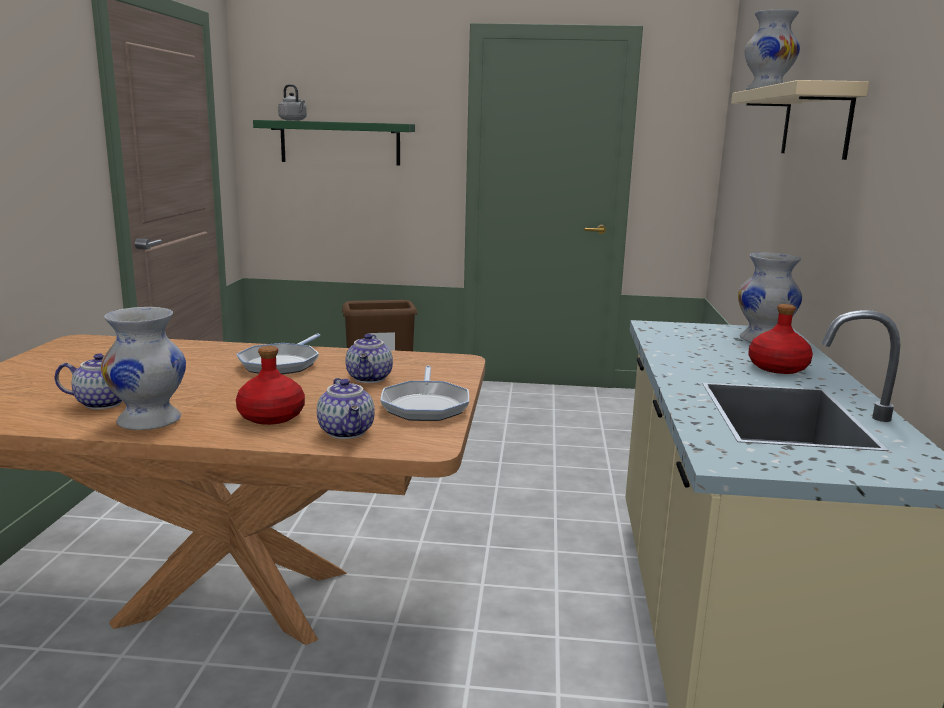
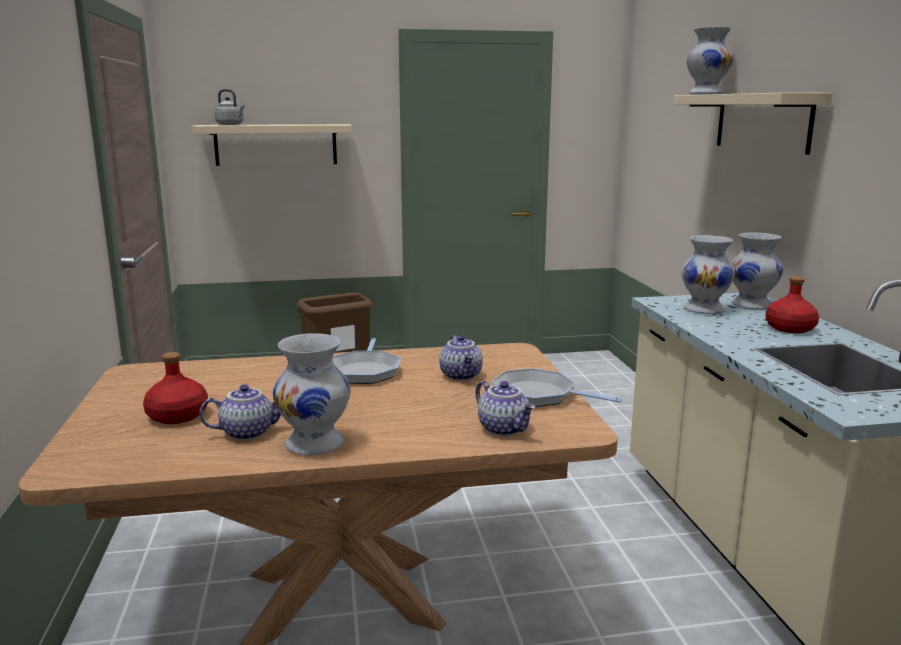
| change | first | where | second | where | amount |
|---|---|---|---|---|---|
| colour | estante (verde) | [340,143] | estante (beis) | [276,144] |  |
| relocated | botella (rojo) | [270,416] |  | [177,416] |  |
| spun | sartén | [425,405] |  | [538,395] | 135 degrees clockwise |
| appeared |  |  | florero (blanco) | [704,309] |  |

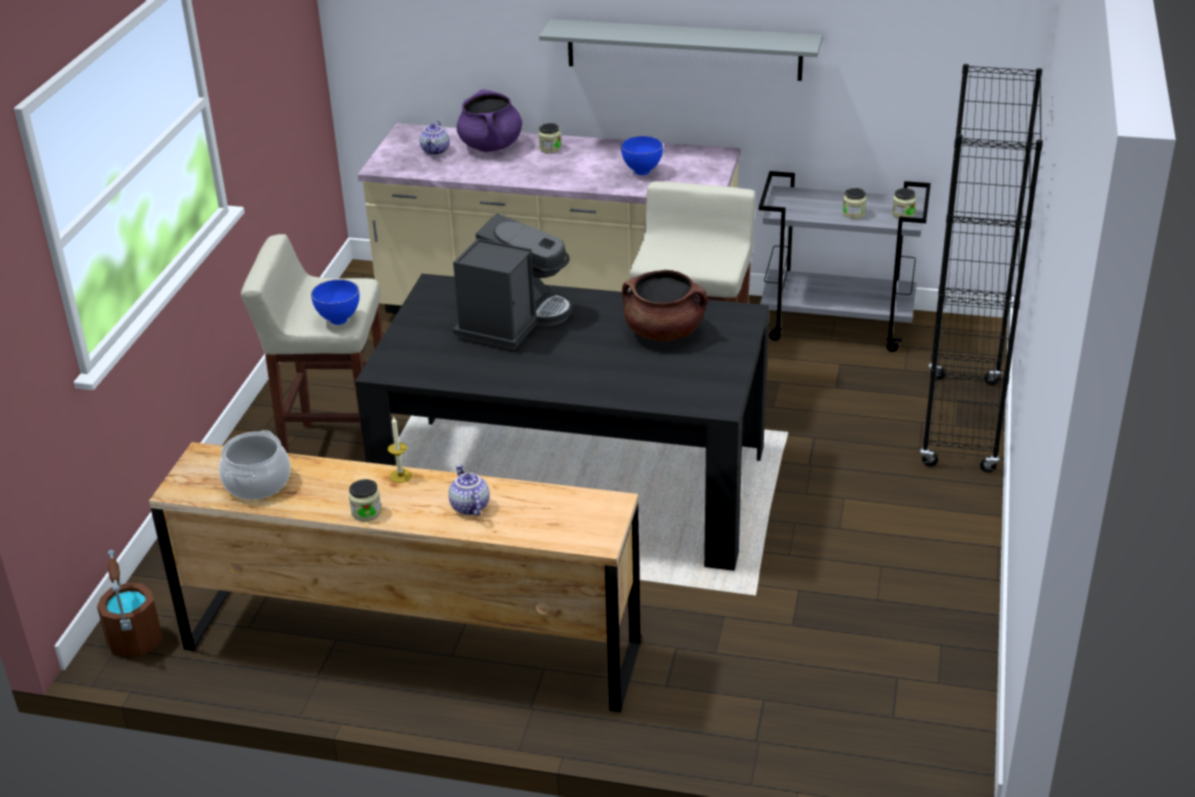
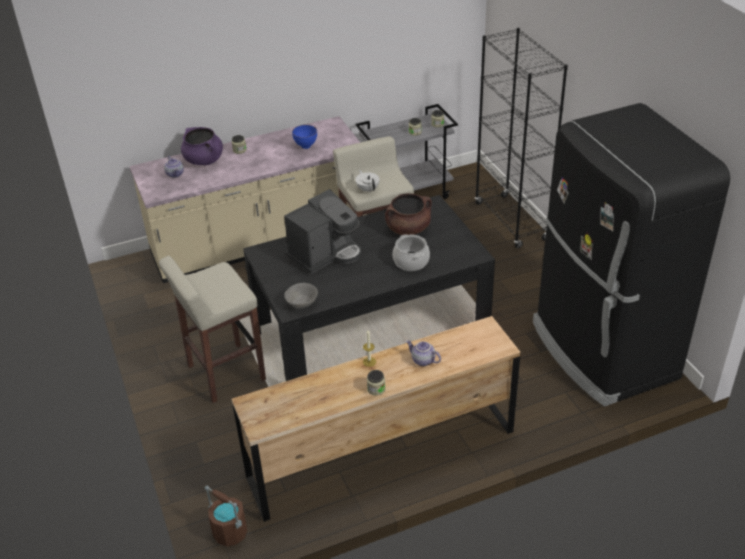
| change | first | where | second | where | amount |
|---|---|---|---|---|---|
| missing | estante (gris) | [684,49] |  |  |  |
| spun | cafetera | [512,320] |  | [325,254] | 60 degrees clockwise |
| missing | cuenco (azul) | [339,321] |  |  |  |
| relocated | olla | [258,483] |  | [411,262] |  |
| appeared |  |  | nevera (negro) | [602,351] |  |
| appeared |  |  | tetera (blanco) | [368,189] |  |
| appeared |  |  | cuenco (gris) | [302,303] |  |

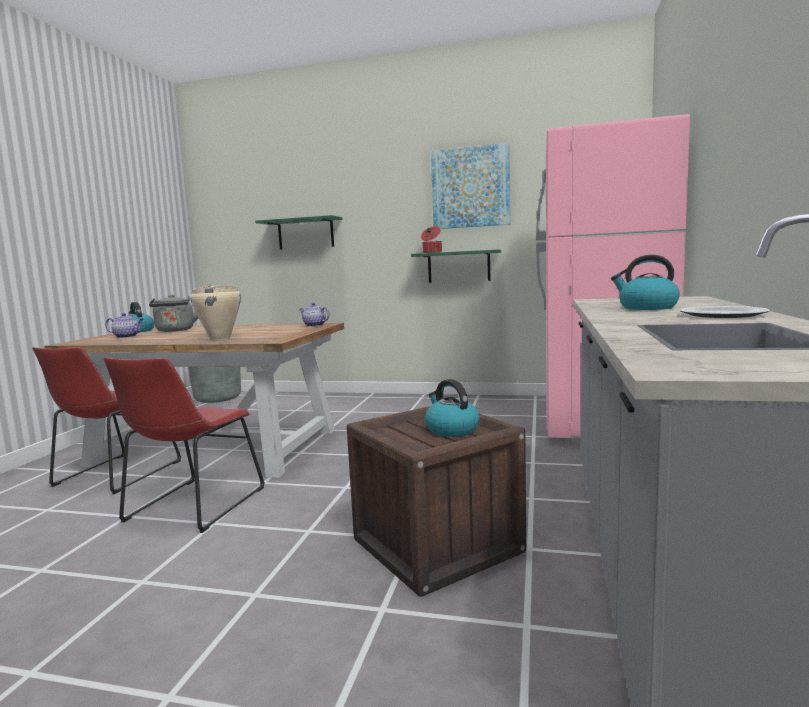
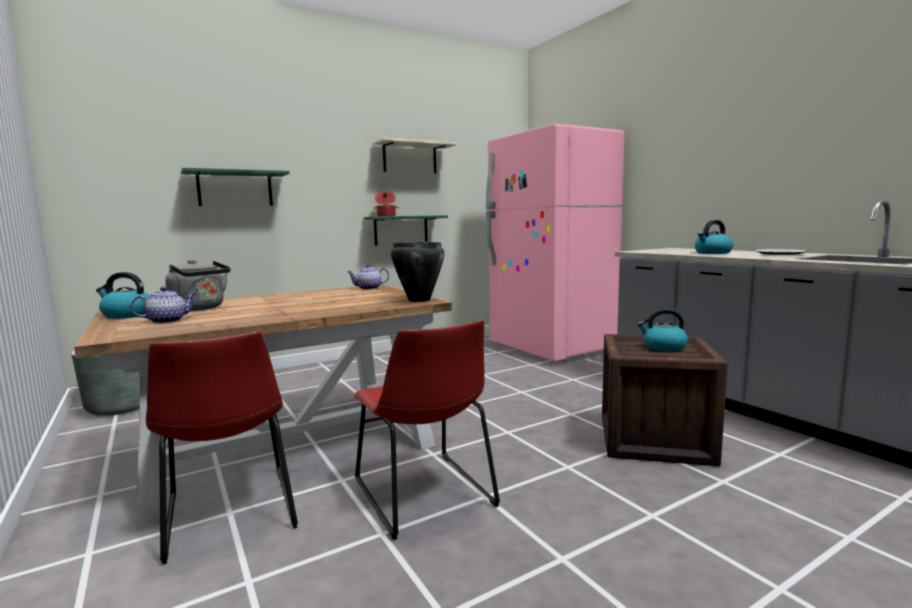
| change | first | where | second | where | amount |
|---|---|---|---|---|---|
| exchanged | cuadro | [470,187] | estante (beis) | [410,158] |  |
| missing | olla (beis) | [220,338] |  |  |  |
| appeared |  |  | olla (negro) | [418,300] |  |

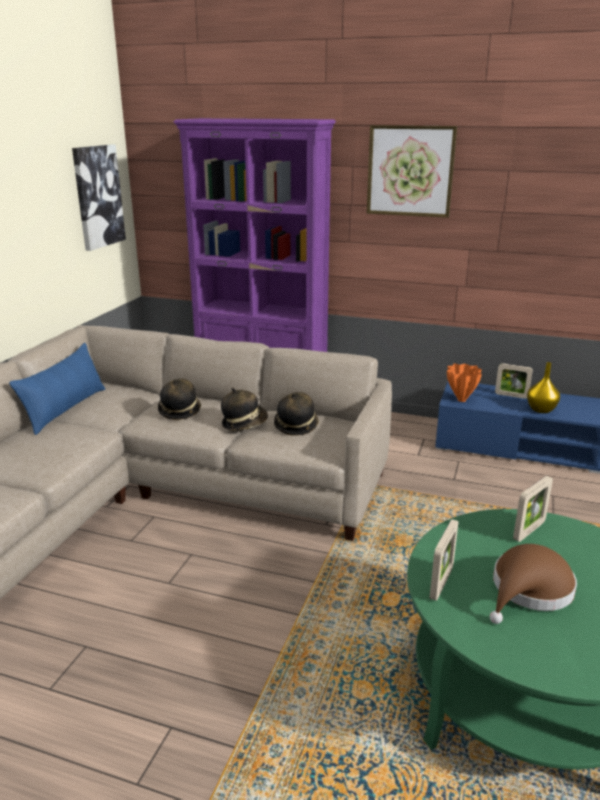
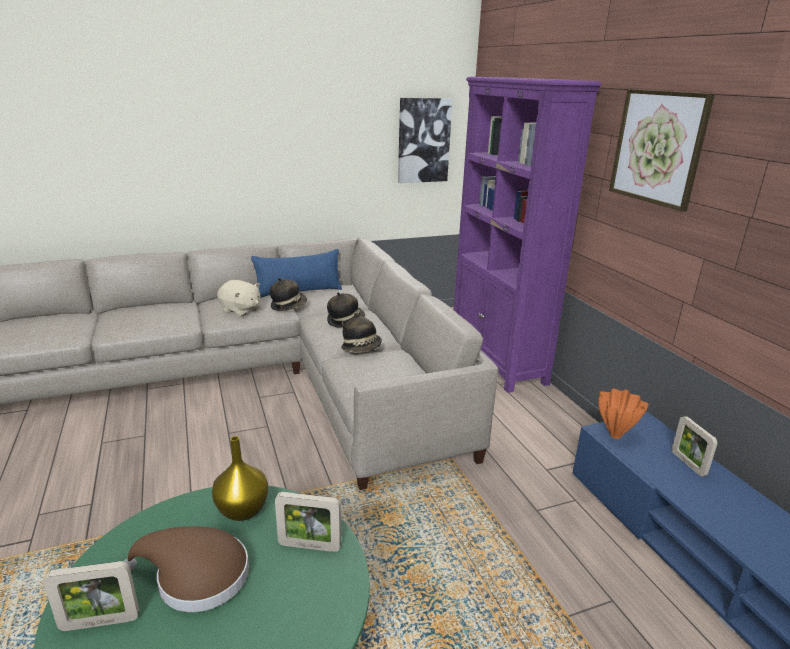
| change | first | where | second | where | amount |
|---|---|---|---|---|---|
| relocated | florero (amarillo) | [541,409] |  | [243,511] |  |
| relocated | sombrero | [296,426] |  | [288,306] |  |
| relocated | portarretratos | [441,583] |  | [100,622] |  |
| appeared |  |  | peluche (beis) | [240,310] |  |

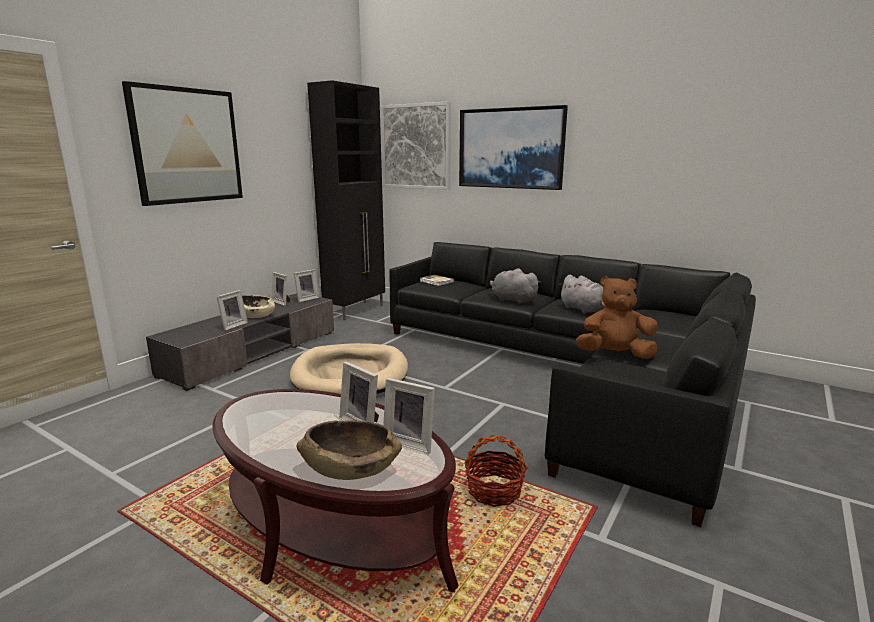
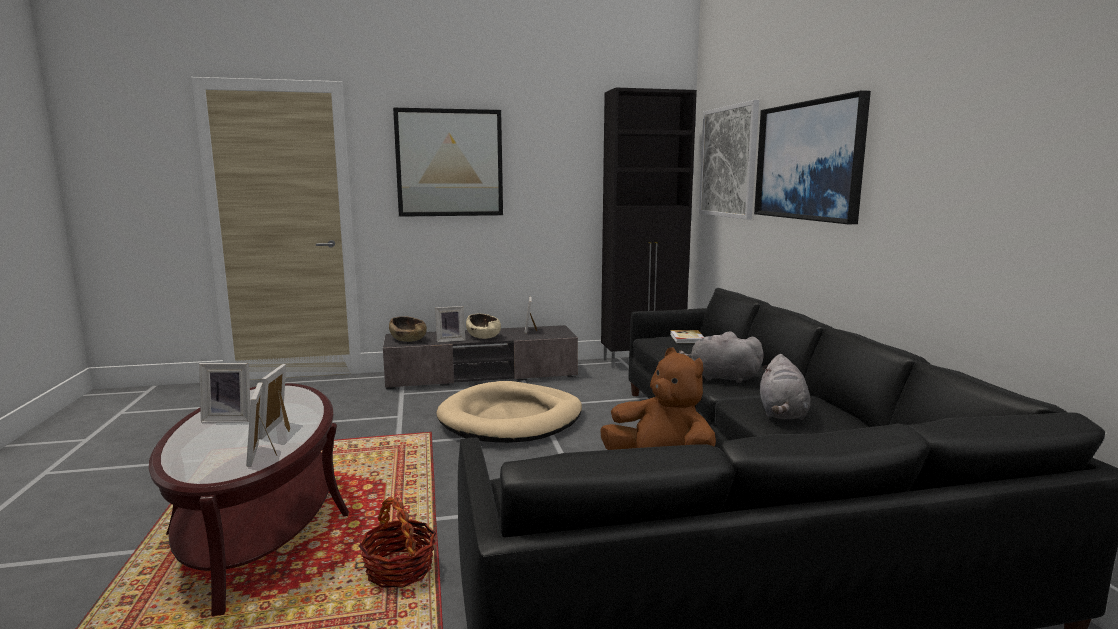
| change | first | where | second | where | amount |
|---|---|---|---|---|---|
| spun | peluche (gris) | [512,300] |  | [720,378] | 60 degrees counterclockwise |
| relocated | portarretratos | [306,299] |  | [230,419] |  |
| relocated | cuenco (marrón) | [351,468] |  | [408,339] |  |

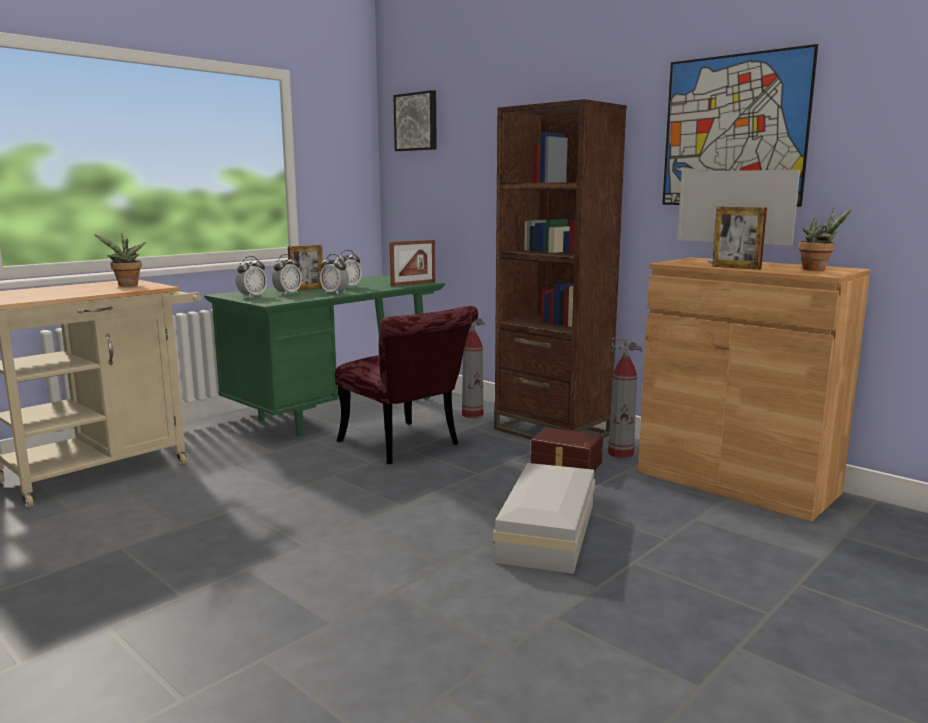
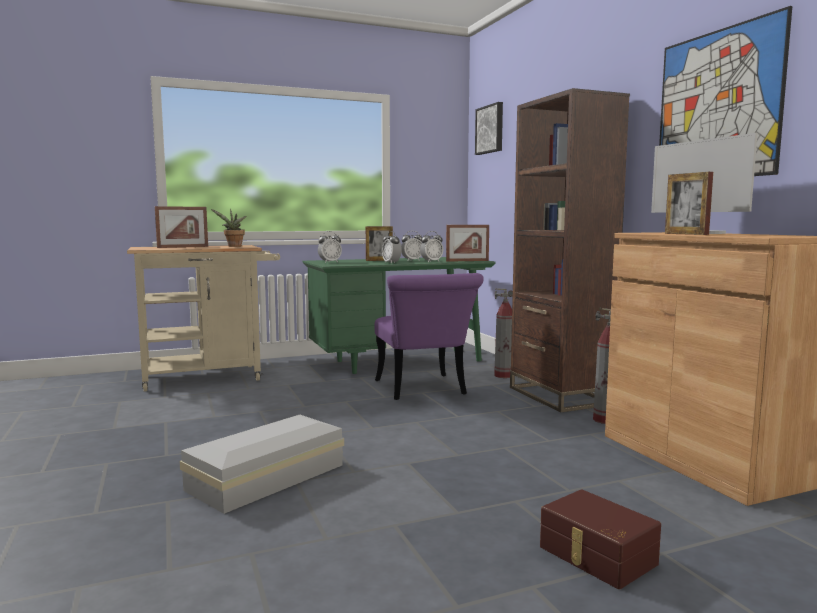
| change | first | where | second | where | amount |
|---|---|---|---|---|---|
| missing | planta en maceta | [817,270] |  |  |  |
| relocated | despertador | [287,293] |  | [431,261] |  |
| colour | silla (rojo) | [406,446] | silla (morado) | [423,390] |  |
| relocated | caja de almacenaje (marrón) | [565,465] |  | [596,556] |  |
| relocated | caja de almacenaje (blanco) | [550,531] |  | [270,477] |  |
| appeared |  |  | portarretratos | [183,247] |  |

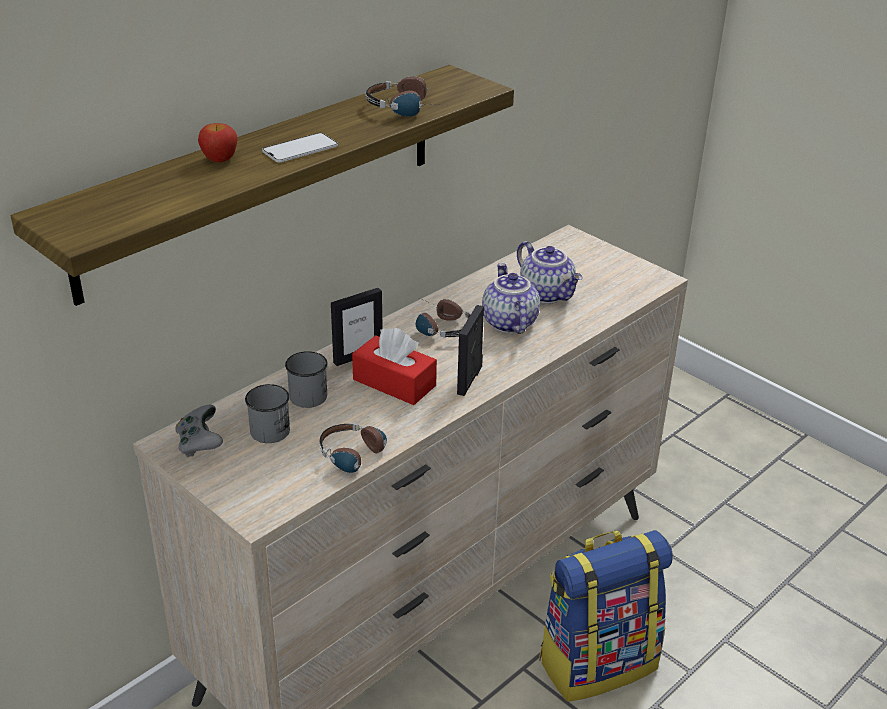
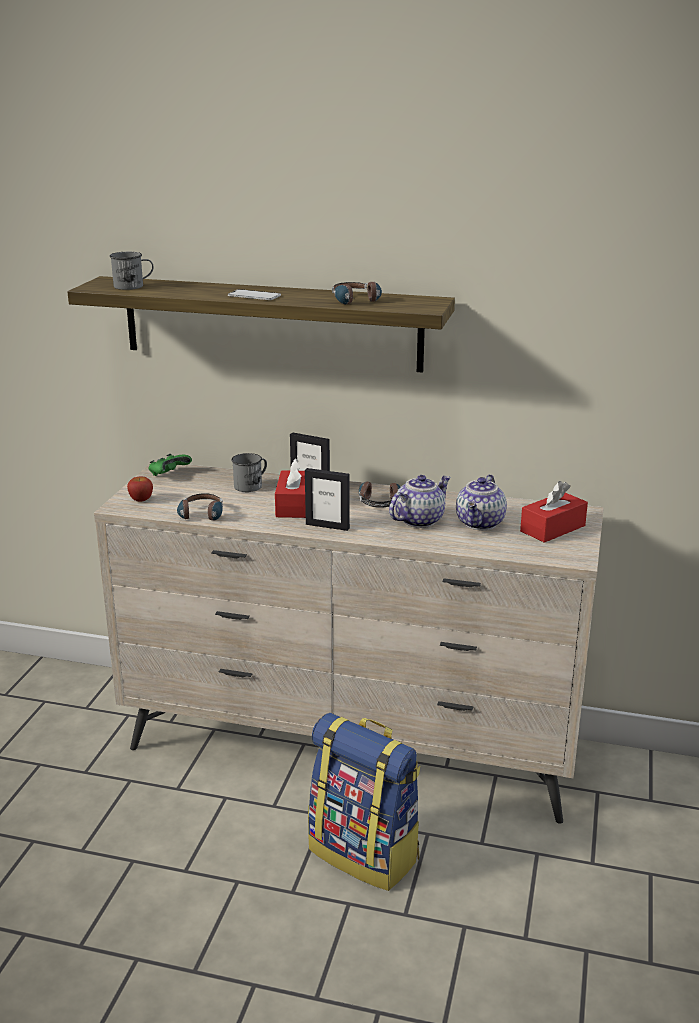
| change | first | where | second | where | amount |
|---|---|---|---|---|---|
| relocated | manzana | [219,159] |  | [141,499] |  |
| spun | portarretratos | [469,380] |  | [327,526] | 150 degrees counterclockwise |
| relocated | taza grande (gris) | [272,427] |  | [133,286] |  |
| colour | mando de consola (gris) | [200,444] | mando de consola (verde) | [169,474] |  |
| appeared |  |  | caja de pañuelos (rojo) | [552,528] |  |

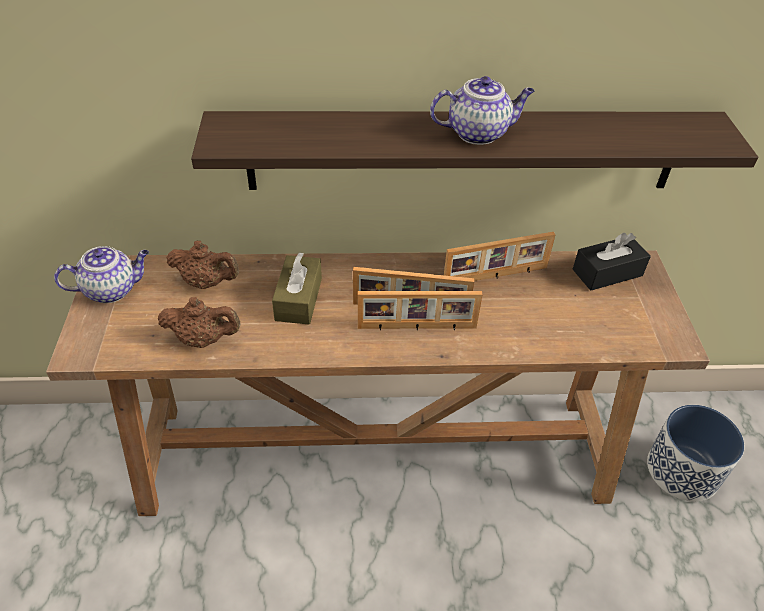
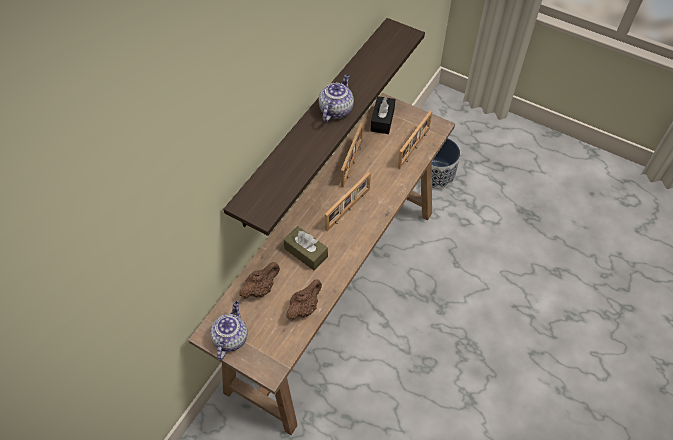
| change | first | where | second | where | amount |
|---|---|---|---|---|---|
| relocated | portarretratos | [417,328] |  | [414,148] |  |

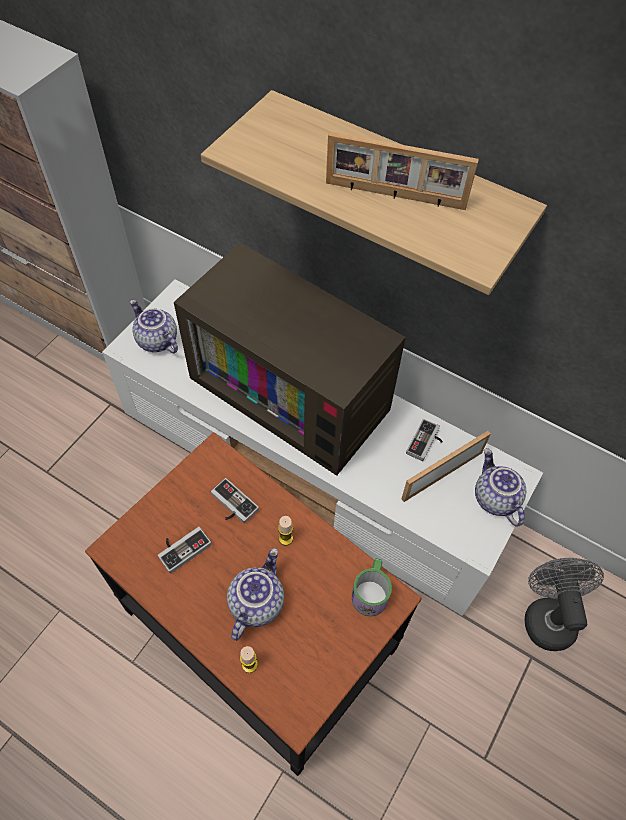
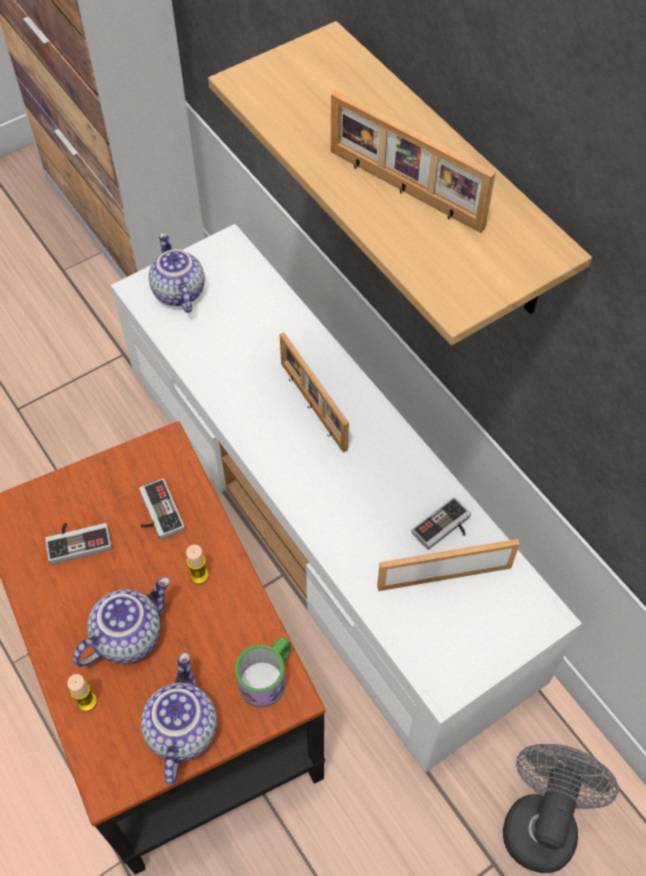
| change | first | where | second | where | amount |
|---|---|---|---|---|---|
| exchanged | televisor | [294,390] | portarretratos | [311,407] |  |
| relocated | tetera | [494,498] |  | [180,729] |  |

